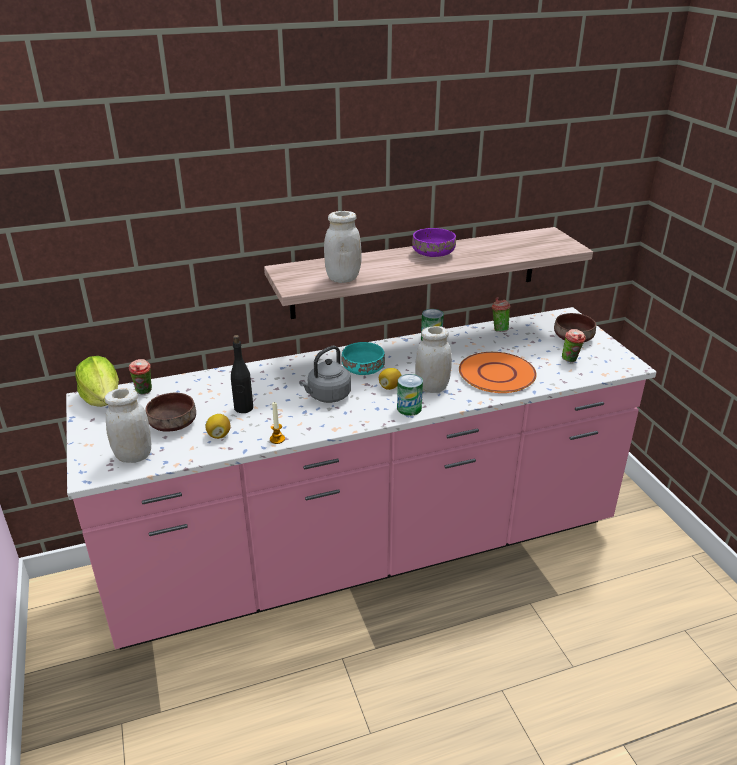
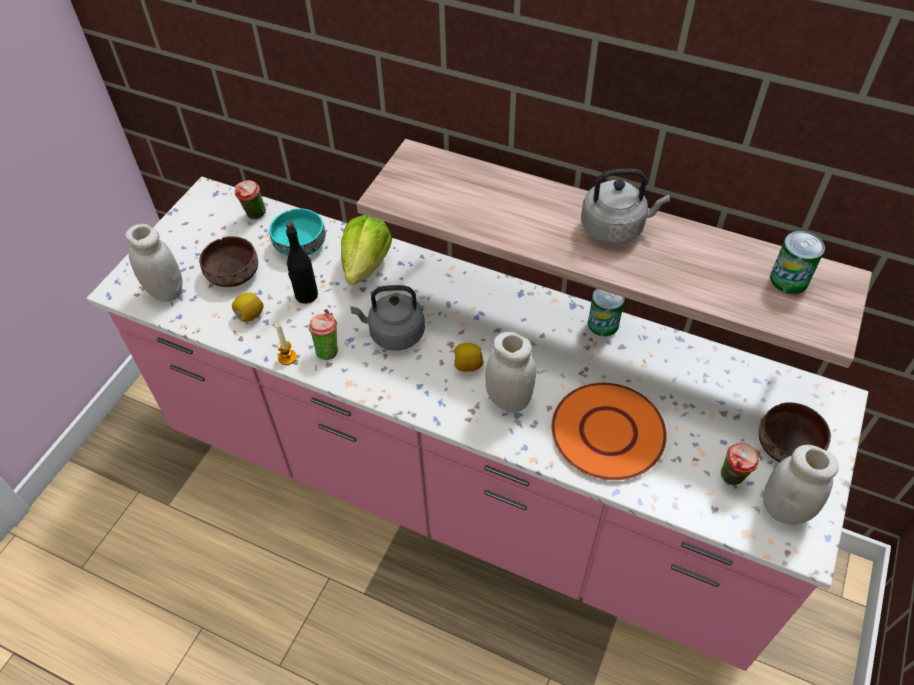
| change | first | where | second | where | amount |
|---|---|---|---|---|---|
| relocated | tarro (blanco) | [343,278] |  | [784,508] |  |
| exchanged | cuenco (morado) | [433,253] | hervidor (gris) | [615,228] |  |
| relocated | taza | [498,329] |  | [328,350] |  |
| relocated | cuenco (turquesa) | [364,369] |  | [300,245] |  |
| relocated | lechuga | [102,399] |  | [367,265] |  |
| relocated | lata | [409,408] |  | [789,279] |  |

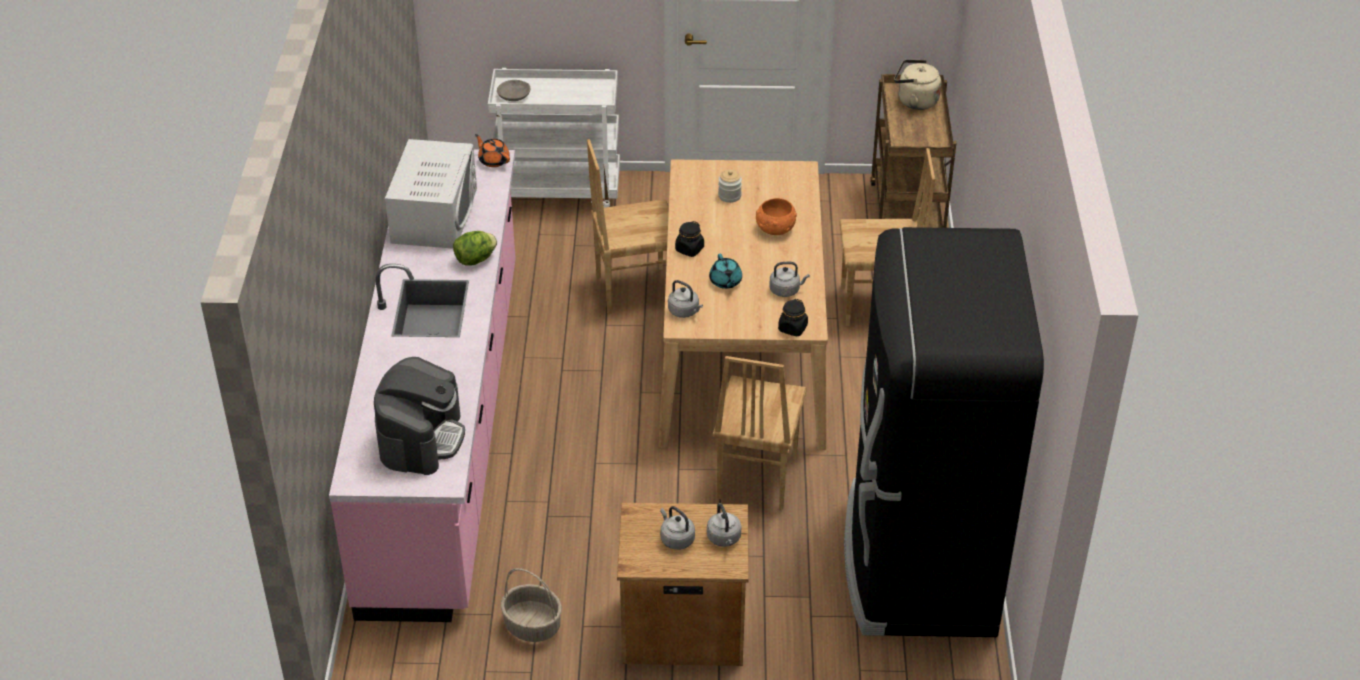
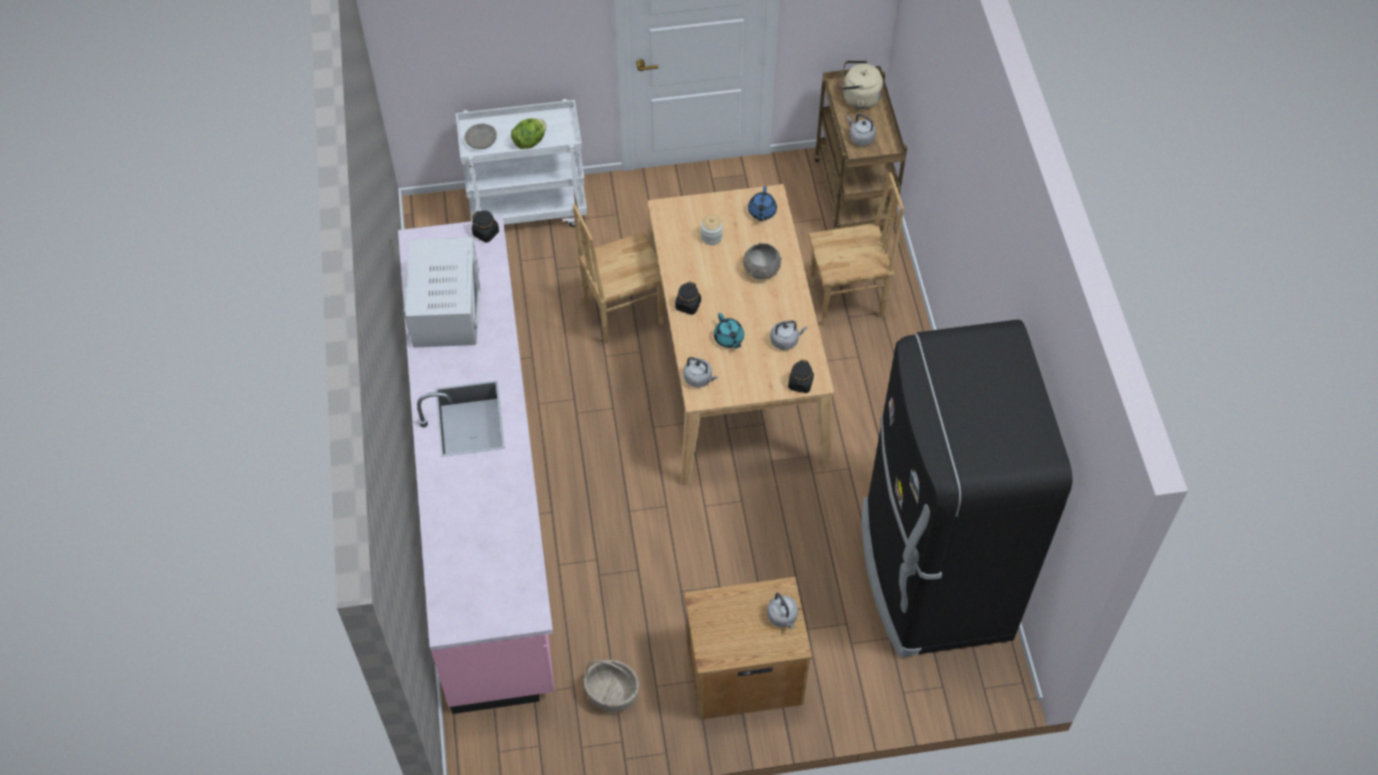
| change | first | where | second | where | amount |
|---|---|---|---|---|---|
| exchanged | tetera (naranja) | [493,160] | tarro (negro) | [486,233] |  |
| colour | cuenco (naranja) | [775,229] | cuenco (gris) | [761,270] |  |
| relocated | lechuga | [475,259] |  | [529,142] |  |
| missing | silla (marrón) | [755,478] |  |  |  |
| missing | cafetera | [421,438] |  |  |  |
| relocated | hervidor (gris) | [676,539] |  | [860,138] |  |
| appeared |  |  | tetera (azul) | [761,212] |  |

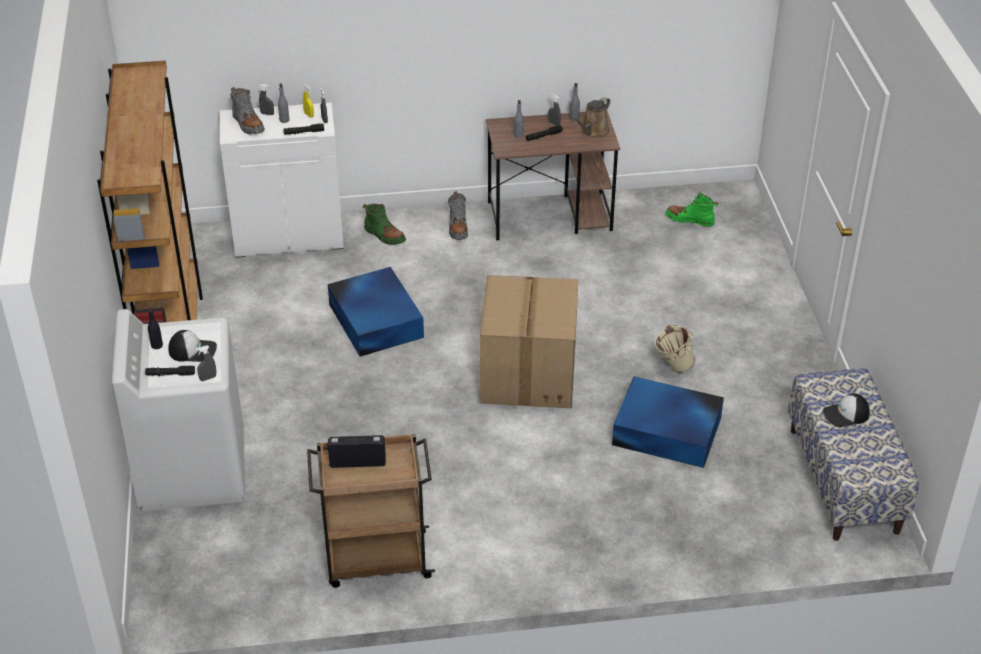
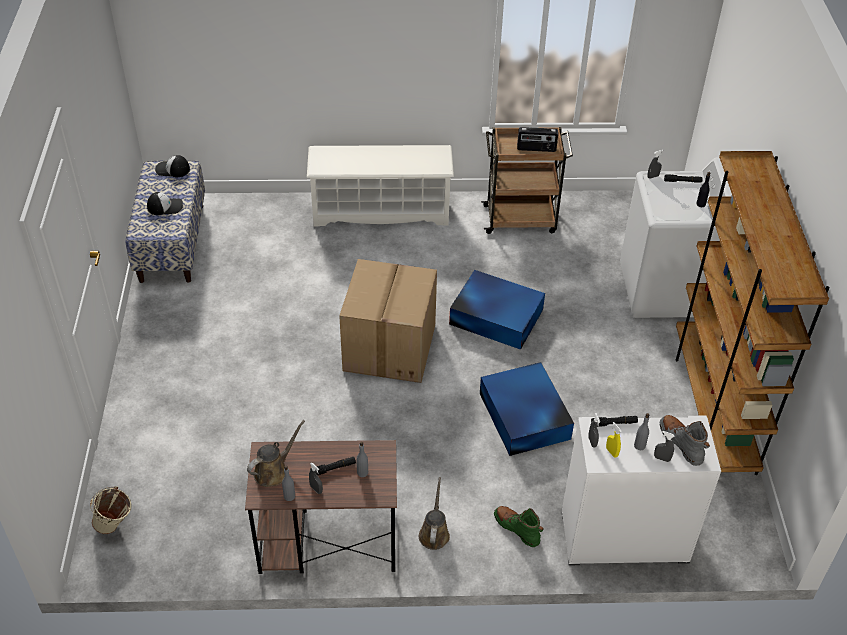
| change | first | where | second | where | amount |
|---|---|---|---|---|---|
| exchanged | bota (gris) | [458,227] | regadera (marrón) | [434,533] |  |
| missing | bota (verde) | [690,219] |  |  |  |
| relocated | cubo (beis) | [672,366] |  | [115,526] |  |
| relocated | gorra | [193,350] |  | [172,169] |  |
| relocated | caja de almacenaje (azul) | [668,432] |  | [495,316] |  |
| appeared |  |  | zapatero (blanco) | [381,210] |  |

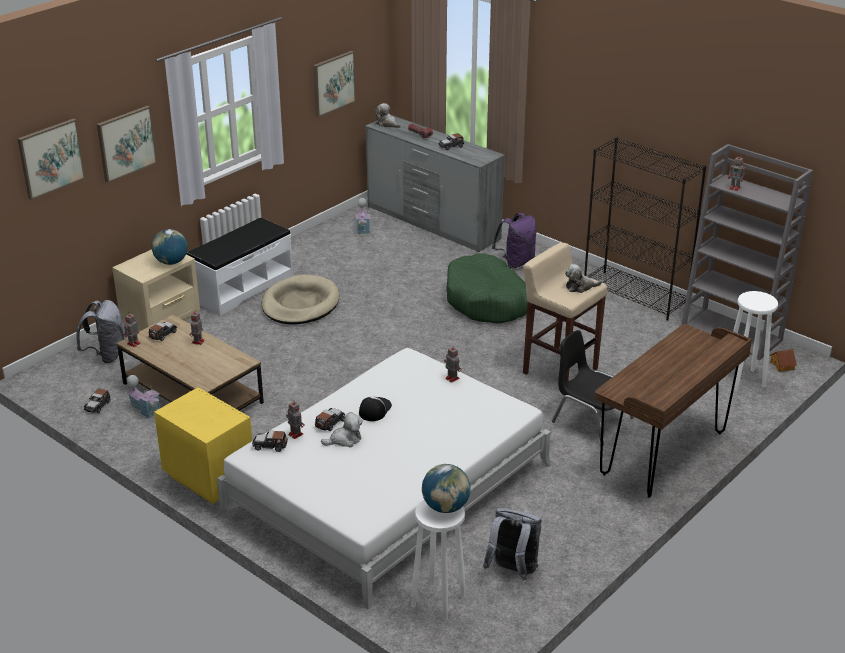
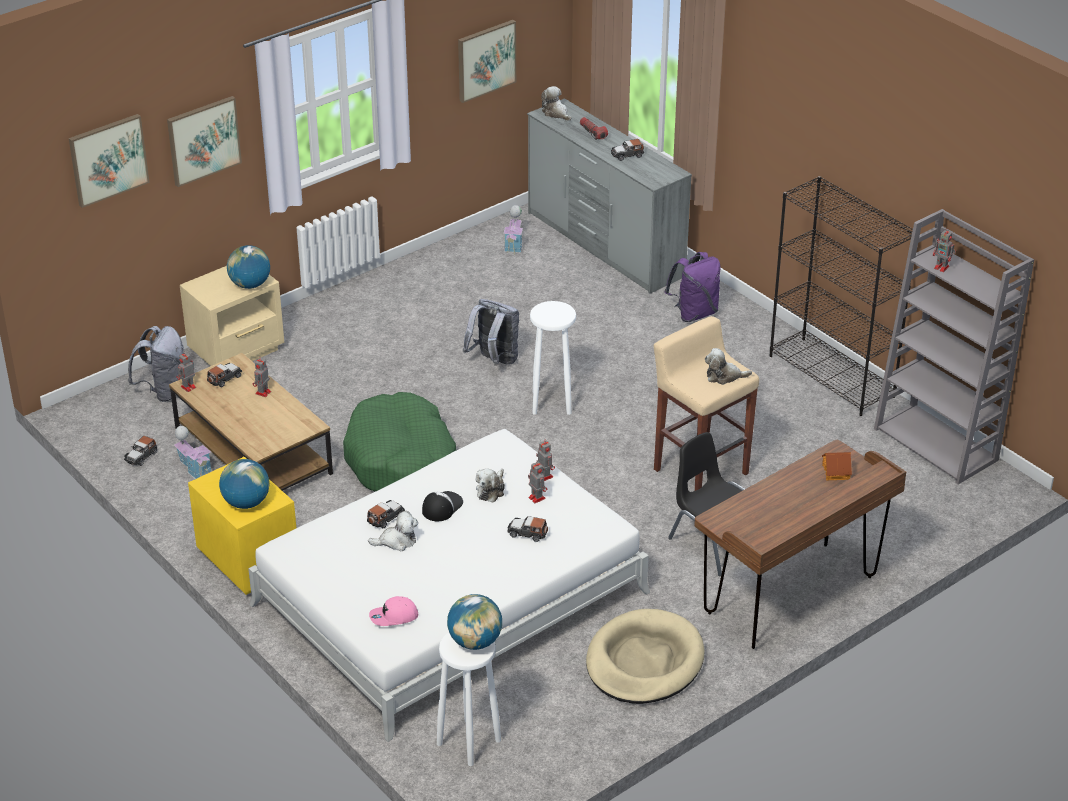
| change | first | where | second | where | amount |
|---|---|---|---|---|---|
| missing | banco (blanco) | [242,288] |  |  |  |
| relocated | cama para perro (verde) | [487,301] |  | [401,461] |  |
| relocated | cama para perro (beis) | [300,304] |  | [644,662] |  |
| relocated | taburete (blanco) | [745,379] |  | [552,403] |  |
| relocated | casita | [782,365] |  | [836,472] |  |
| relocated | robot de juguete | [295,434] |  | [536,497] |  |
| relocated | coche de juguete | [270,445] |  | [527,533] |  |
| relocated | mochila (gris) | [512,571] |  | [494,361] |  |
| appeared |  |  | globo terráqueo | [246,502] |  |
| appeared |  |  | peluche | [491,490] |  |
| appeared |  |  | gorra (rosa) | [393,617] |  |

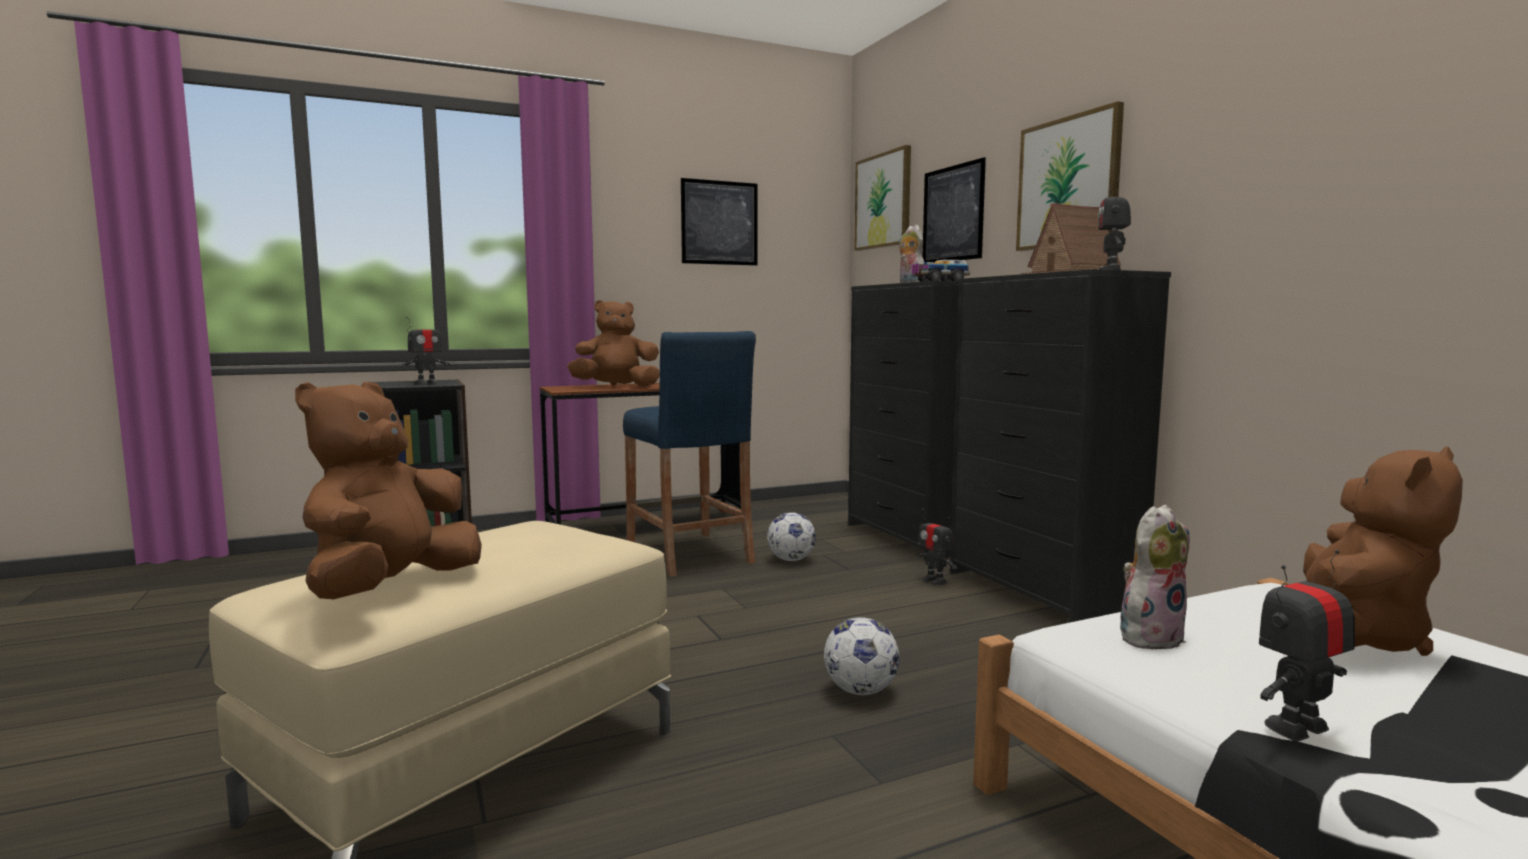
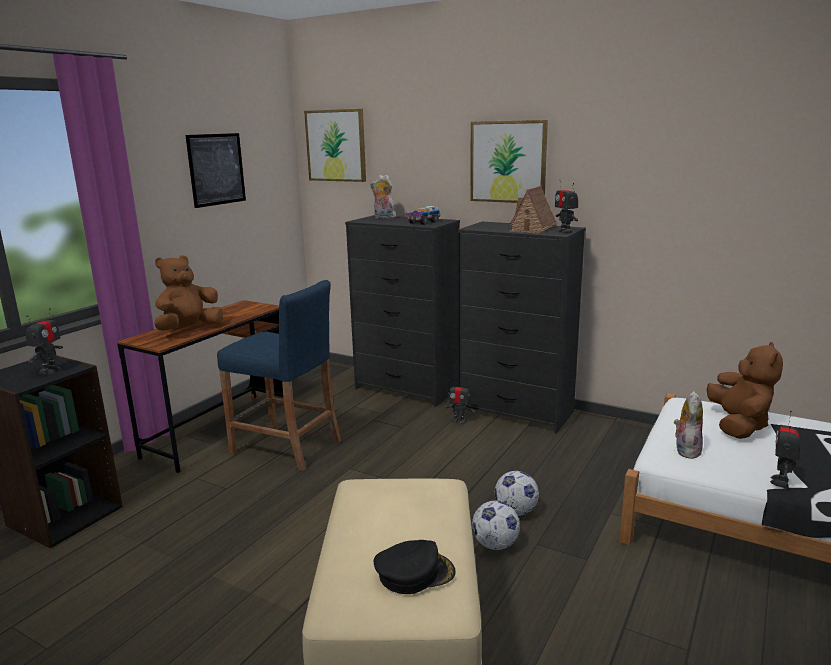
| change | first | where | second | where | amount |
|---|---|---|---|---|---|
| missing | cuadro | [953,214] |  |  |  |
| exchanged | peluche (marrón) | [390,589] | gorra (negro) | [414,573] |  |
| relocated | balón de fútbol | [791,560] |  | [495,545] |  |

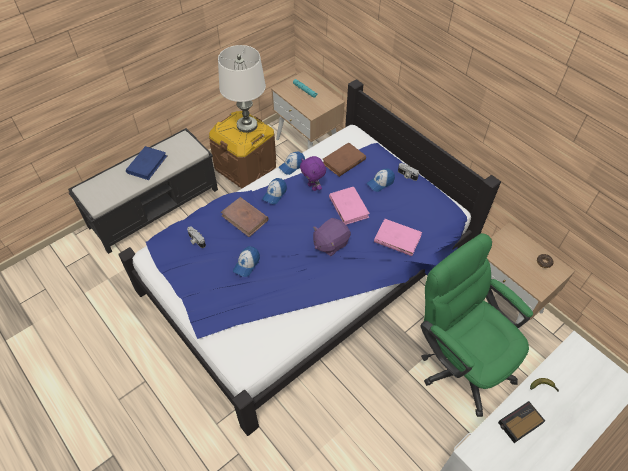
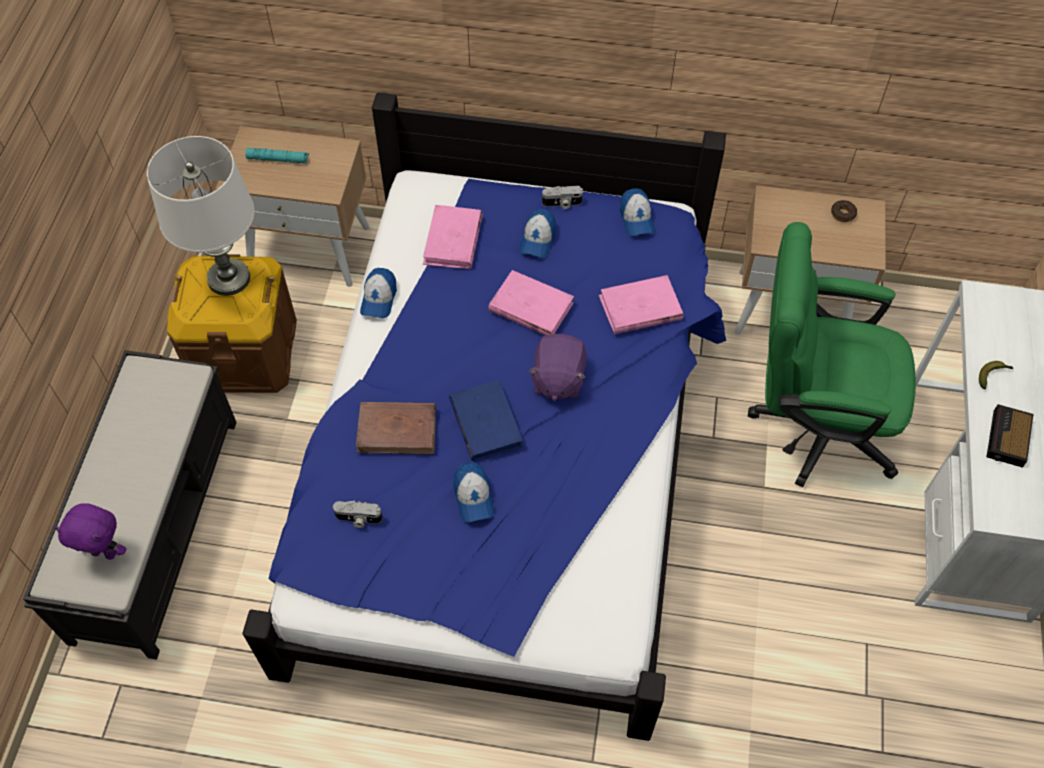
| change | first | where | second | where | amount |
|---|---|---|---|---|---|
| colour | libro (marrón) | [343,161] | libro (rosa) | [453,240] |  |
| relocated | libro (azul) | [147,164] |  | [485,422] |  |
| relocated | peluche (morado) | [313,187] |  | [105,552] |  |
| relocated | gorra | [274,194] |  | [636,218] |  |

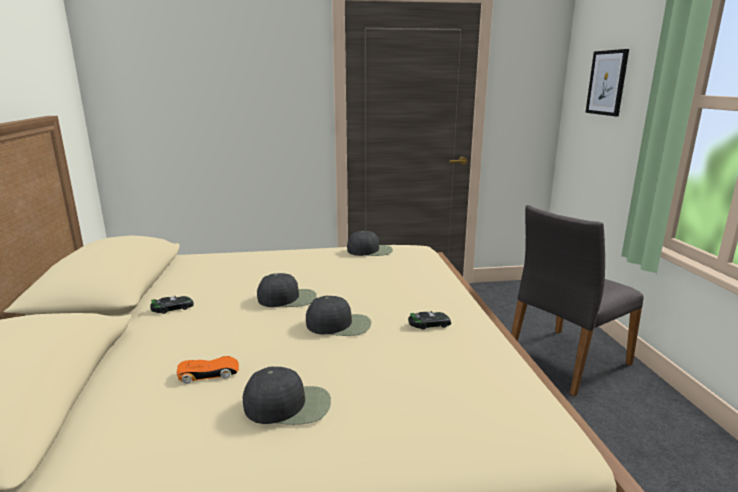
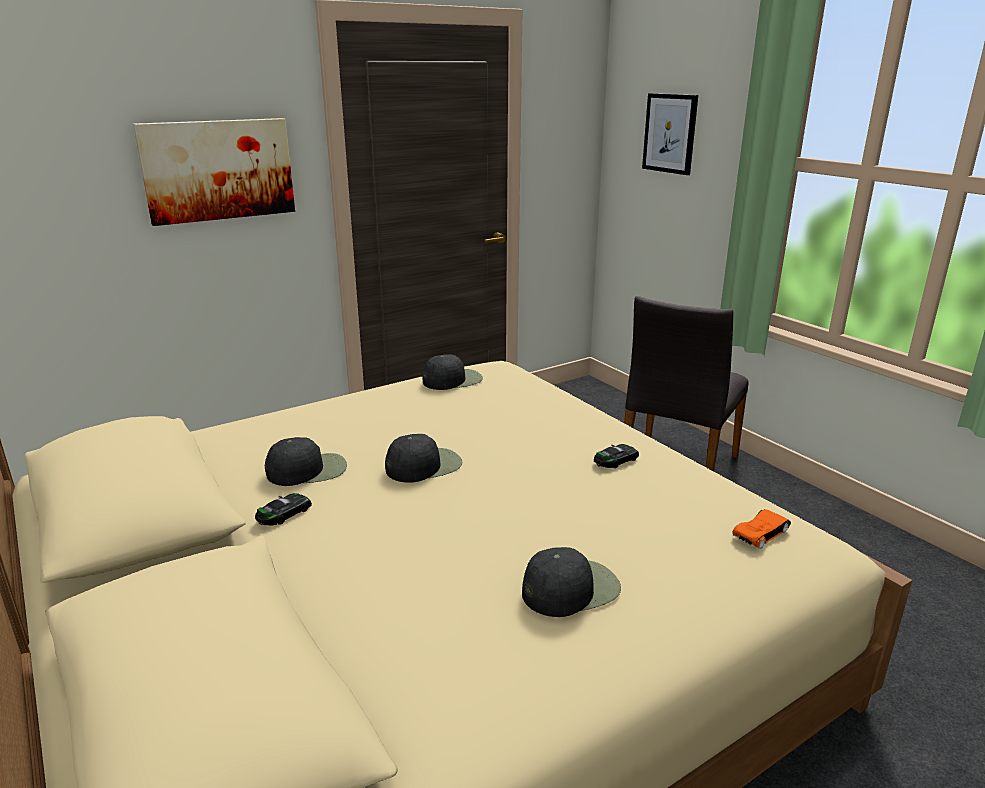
| change | first | where | second | where | amount |
|---|---|---|---|---|---|
| relocated | gorra (negro) | [339,324] |  | [308,470] |  |
| relocated | coche de juguete (naranja) | [209,373] |  | [761,533] |  |
| appeared |  |  | cuadro | [218,170] |  |

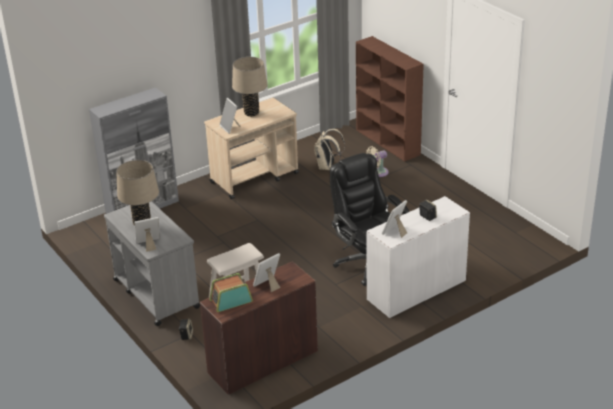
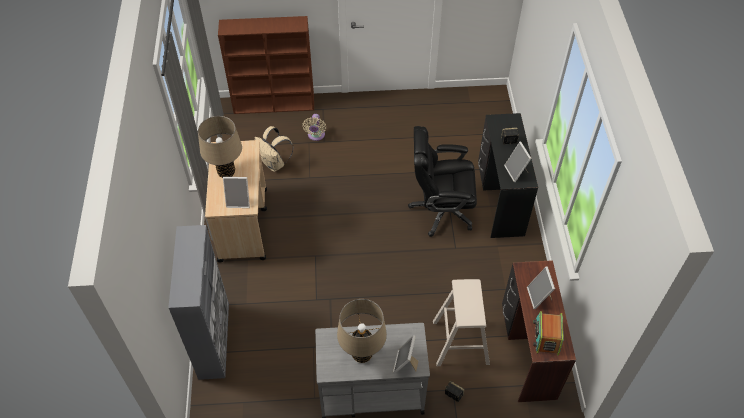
| change | first | where | second | where | amount |
|---|---|---|---|---|---|
| colour | escritorio (blanco) | [415,289] | escritorio (negro) | [499,200] |  |

